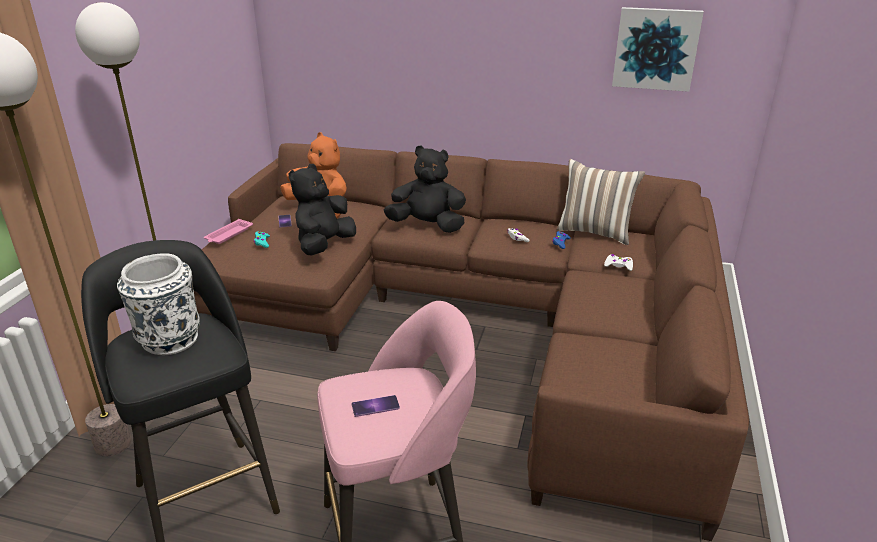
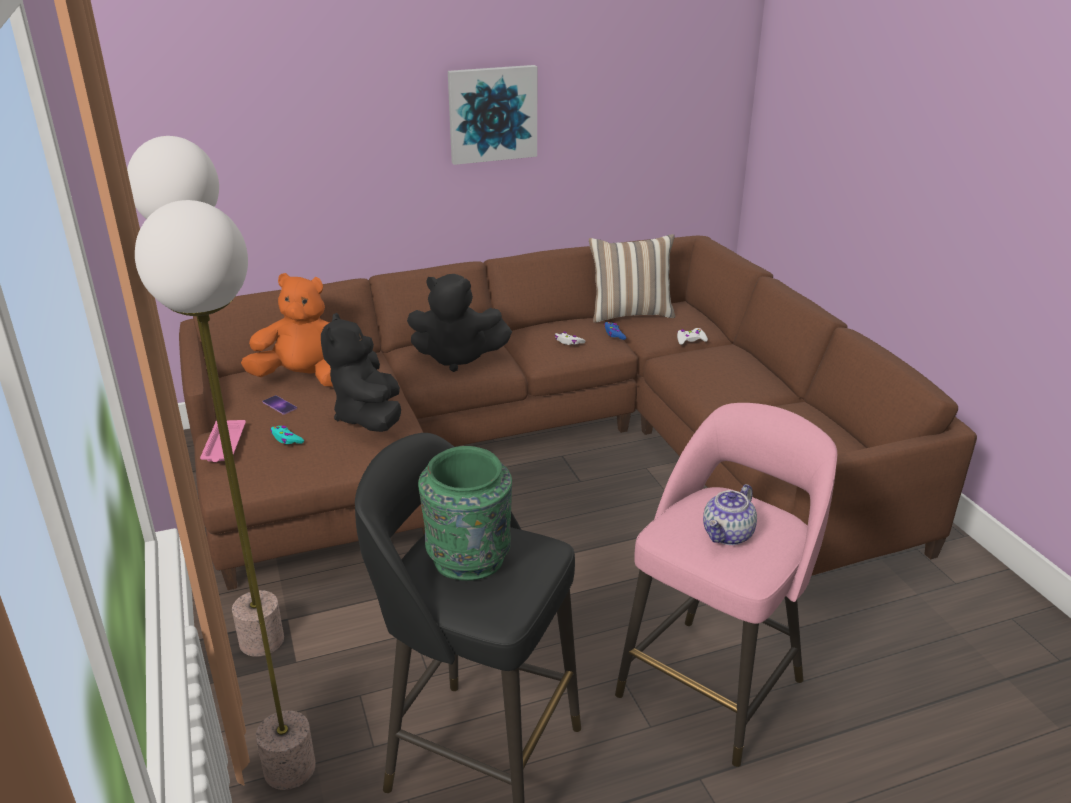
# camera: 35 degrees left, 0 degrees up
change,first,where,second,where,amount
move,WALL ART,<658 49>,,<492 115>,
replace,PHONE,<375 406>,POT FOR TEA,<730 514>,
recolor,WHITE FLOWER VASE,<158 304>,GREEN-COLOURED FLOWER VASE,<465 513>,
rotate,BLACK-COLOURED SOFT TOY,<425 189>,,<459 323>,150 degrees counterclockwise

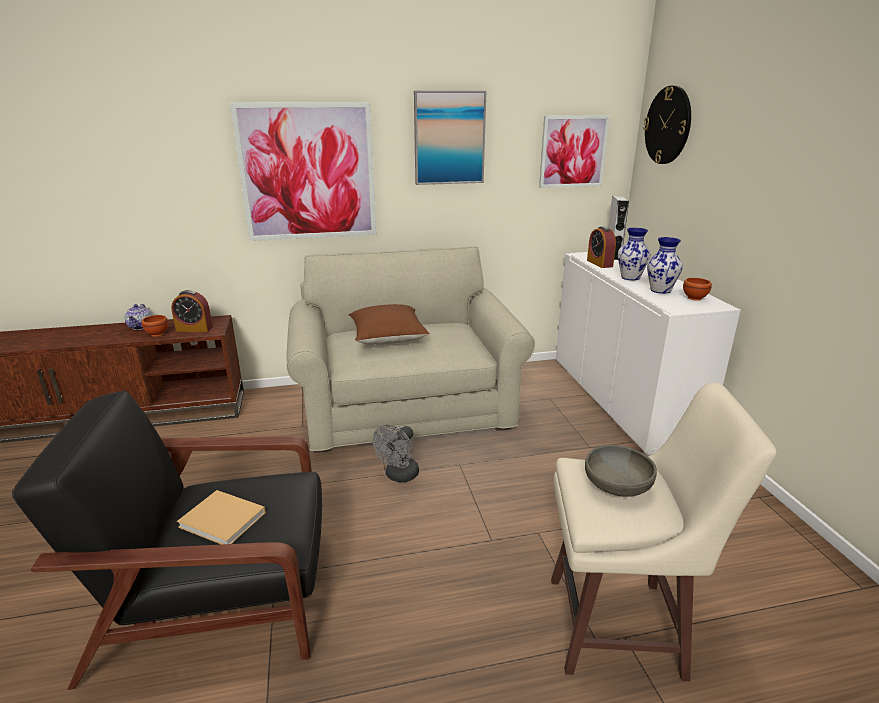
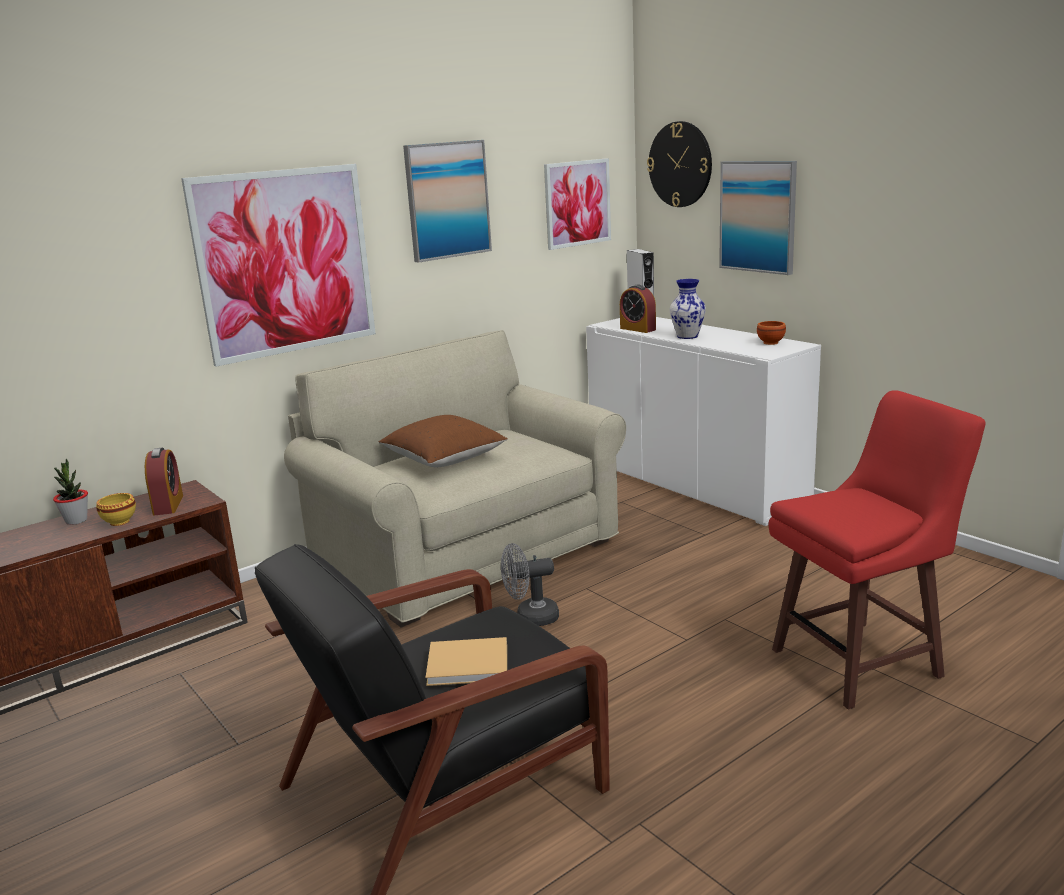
# camera: 25 degrees left, 5 degrees down
change,first,where,second,where,amount
delete,GREYISH DEEP DISH,<621 471>,,,
delete,FLOWER VASE,<665 265>,,,
insert,,,WALL ART,<758 218>,
replace,POT FOR TEA,<138 317>,HOUSEPLANT,<70 492>,
recolor,BROWN DEEP DISH,<155 326>,YELLOW-COLOURED DEEP DISH,<116 509>,
recolor,BEIGE-COLOURED SITTING STOOL,<664 531>,RED SITTING STOOL,<877 550>,
rotate,ALARM CLOCK,<192 311>,,<164 481>,75 degrees counterclockwise
rotate,GREYISH COOLING FAN,<396 454>,,<530 584>,75 degrees clockwise

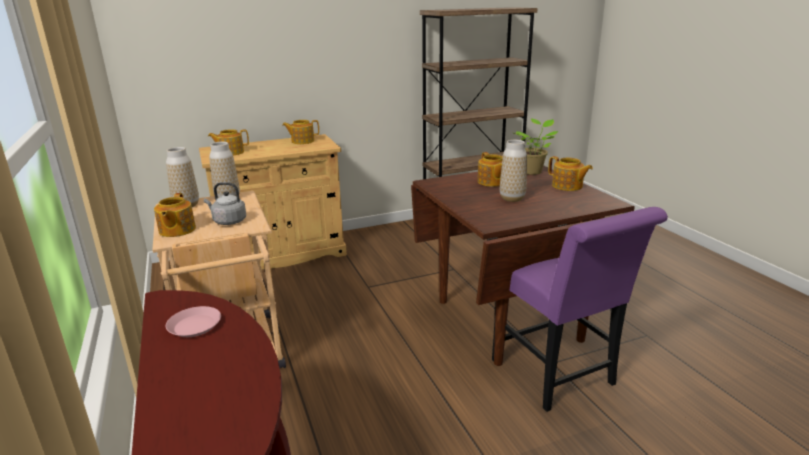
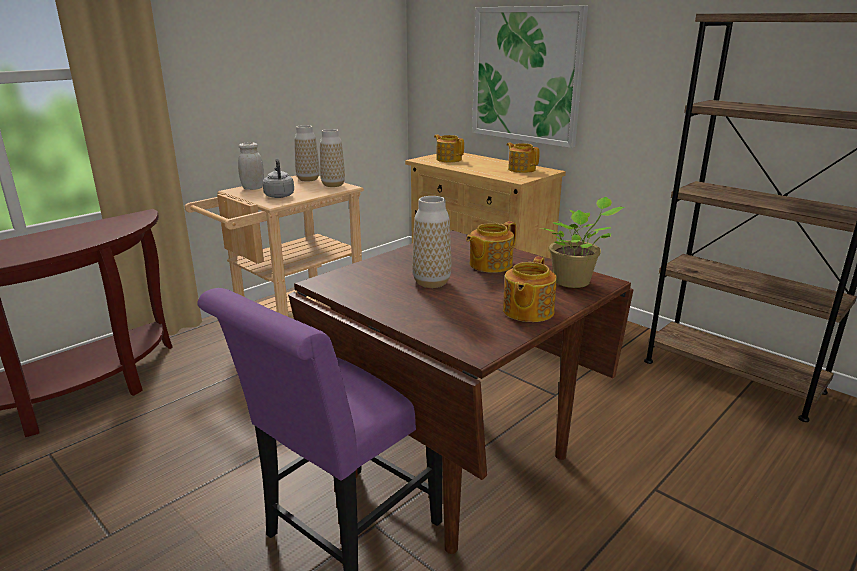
# camera: 65 degrees right, 0 degrees up
change,first,where,second,where,amount
delete,PINK-COLOURED DINNER PLATE,<193 321>,,,
insert,,,WALL ART,<530 77>,
replace,POT FOR TEA,<175 215>,WHITE JAR,<251 166>,

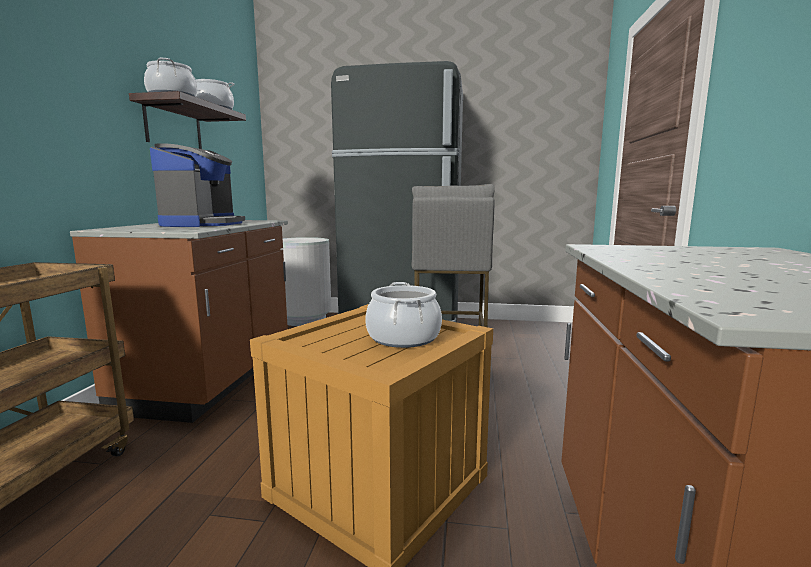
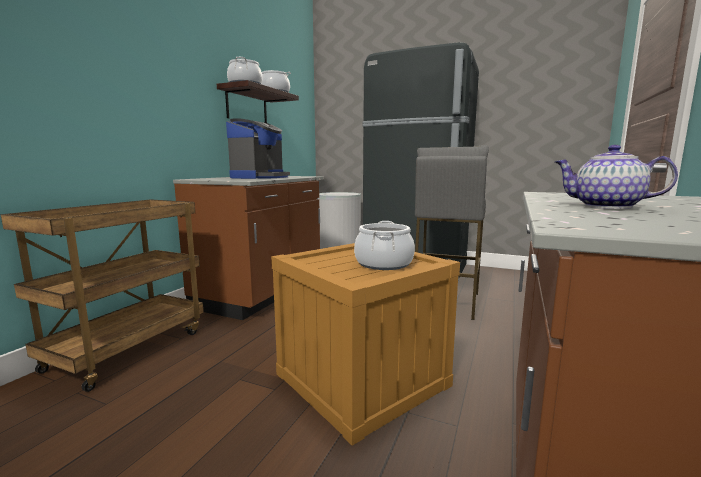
# camera: 15 degrees right, 0 degrees up
change,first,where,second,where,amount
insert,,,POT FOR TEA,<616 177>,

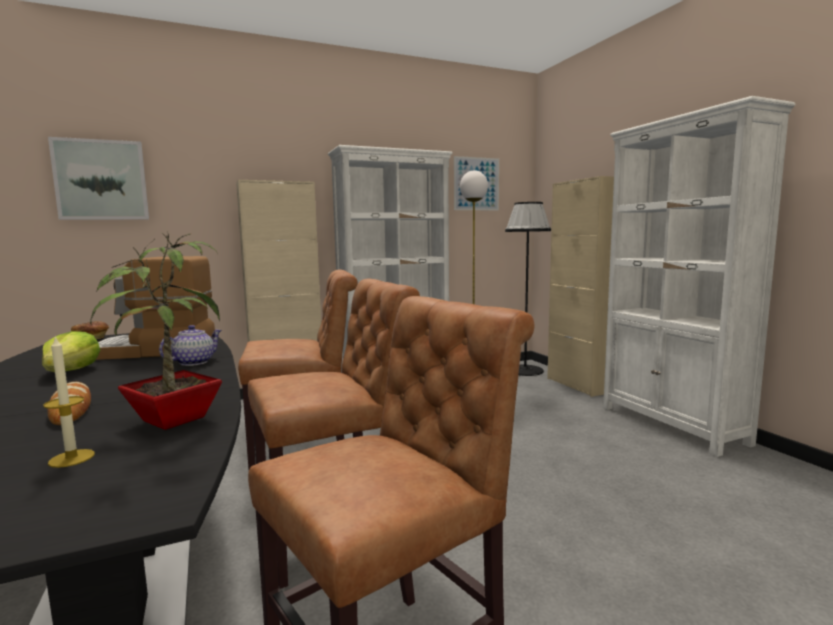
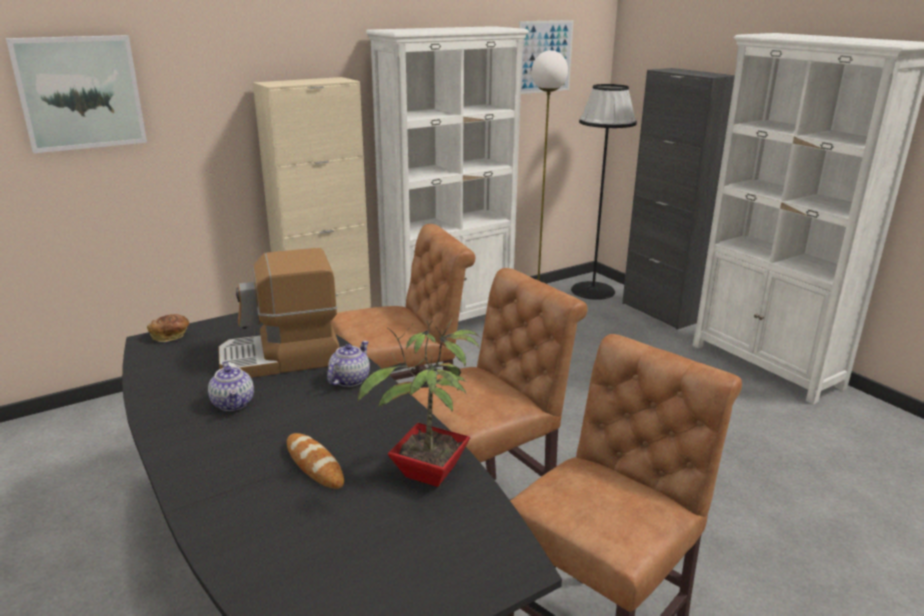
# camera: 10 degrees left, 15 degrees up
change,first,where,second,where,amount
delete,WAX CANDLE,<69 402>,,,
replace,LETTUCE,<71 351>,POT FOR TEA,<231 386>,
recolor,BEIGE-COLOURED CABINET,<580 286>,BLACK-COLOURED CABINET,<678 199>,

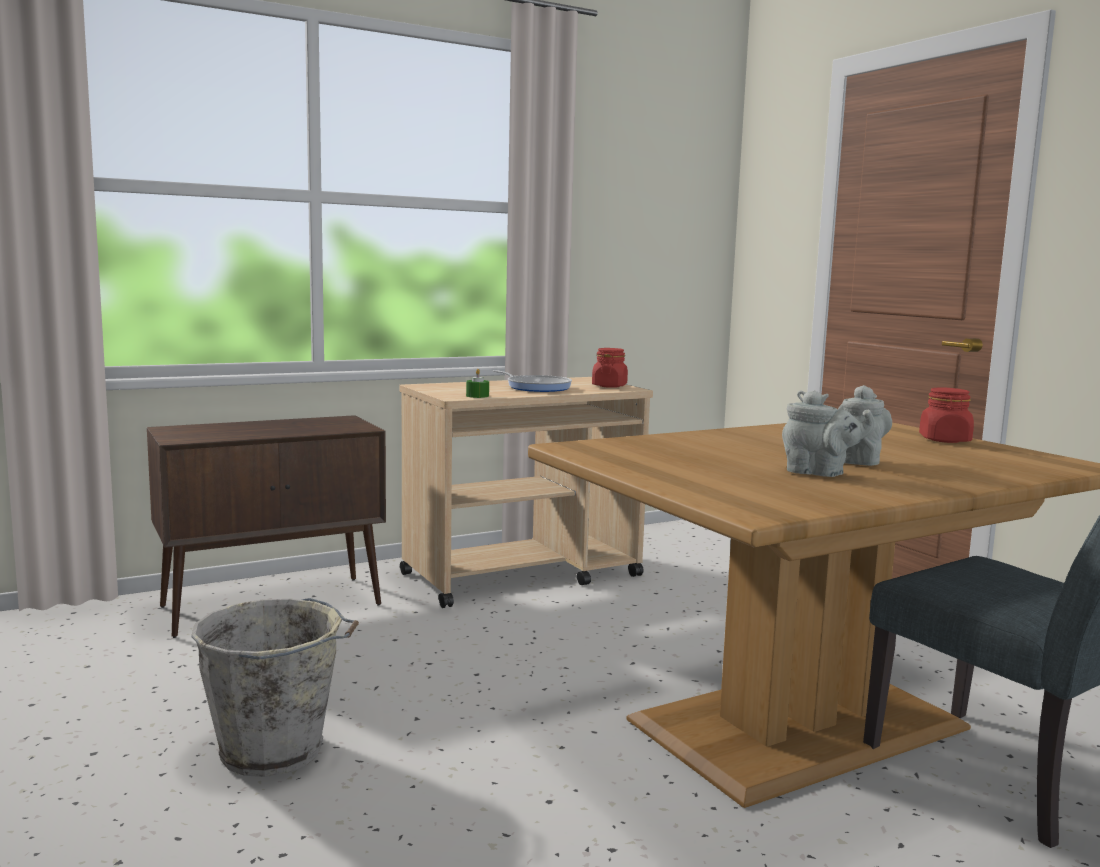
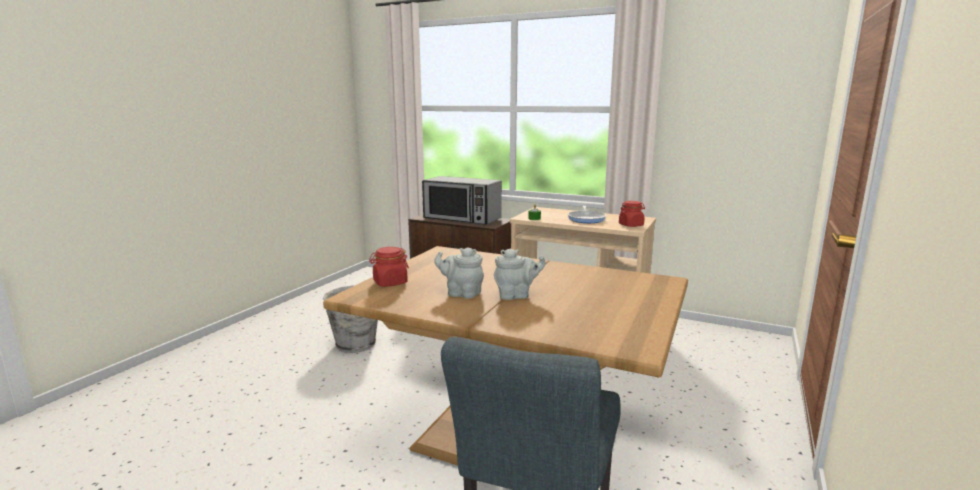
# camera: 55 degrees right, 5 degrees up
change,first,where,second,where,amount
insert,,,MICROWAVE,<462 200>,
move,RED JAR,<946 415>,,<389 267>,
rotate,GREYISH POT FOR TEA,<829 433>,,<459 273>,120 degrees clockwise

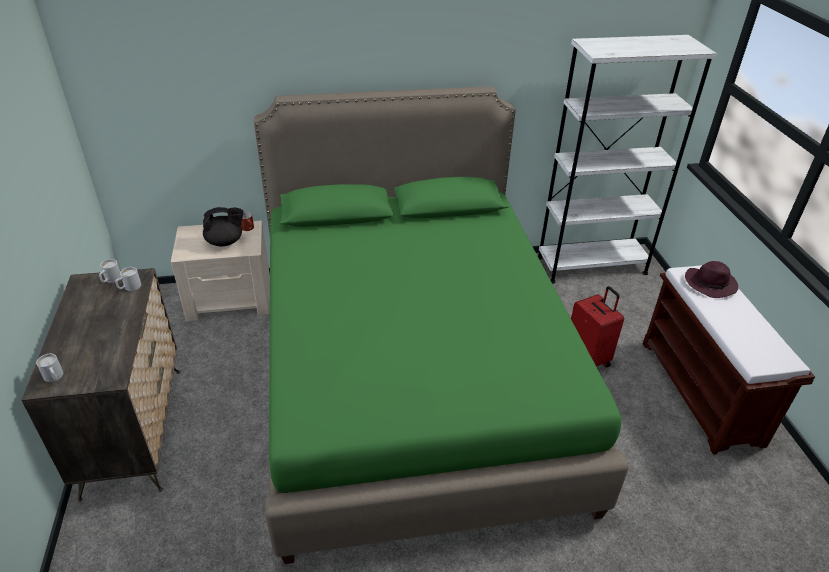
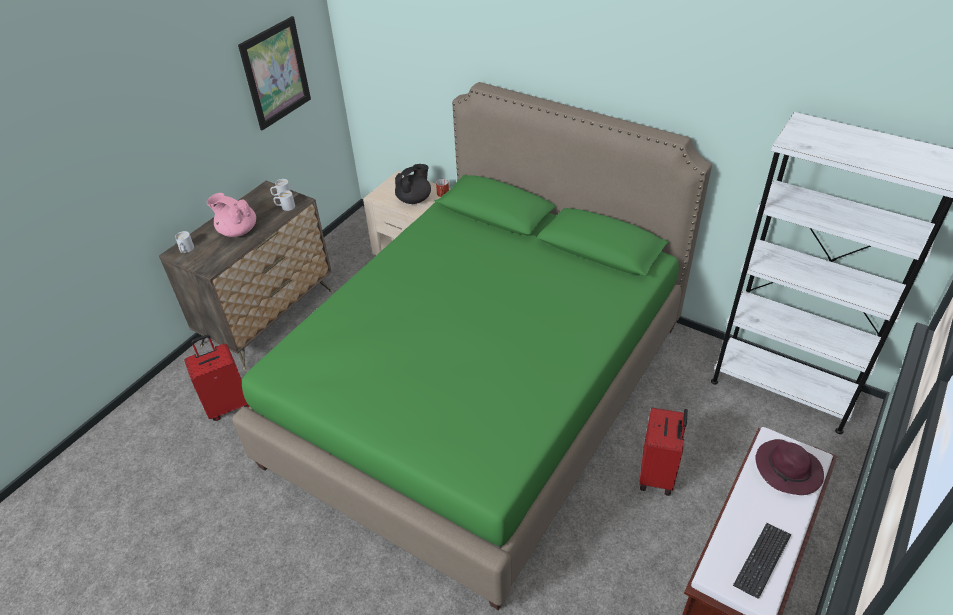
# camera: 45 degrees right, 5 degrees up
change,first,where,second,where,amount
insert,,,RED SUITCASE,<216 378>,
insert,,,PINK-COLOURED POT FOR TEA,<231 215>,
insert,,,WALL ART,<274 73>,
insert,,,KEYBOARD,<762 561>,
rotate,BLACK-COLOURED POT FOR TEA,<223 226>,,<413 184>,75 degrees counterclockwise

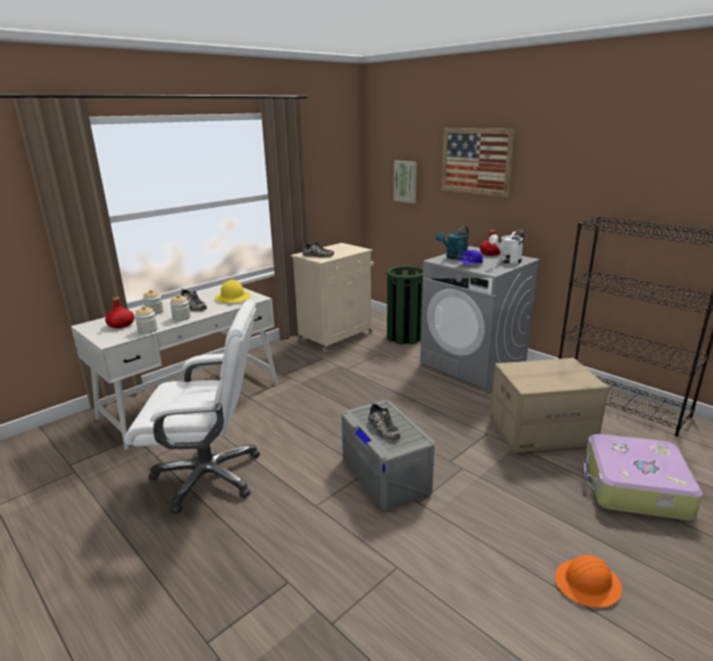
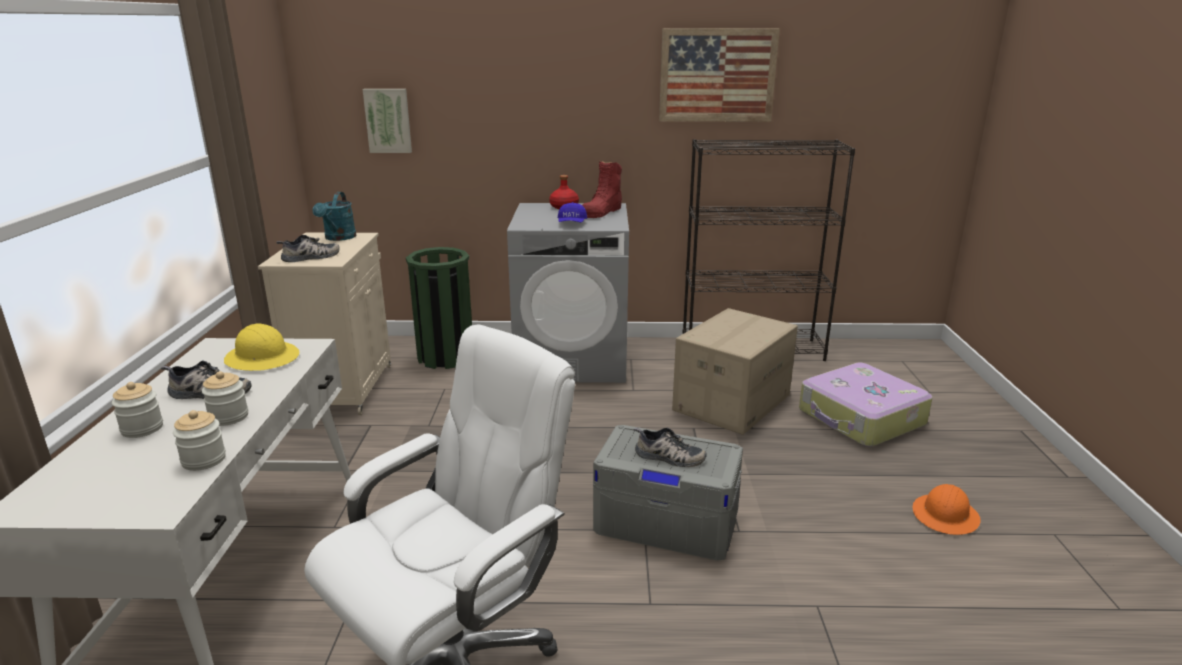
# camera: 45 degrees left, 0 degrees up
change,first,where,second,where,amount
delete,RED BOTTLE,<119 312>,,,
move,TURQUOISE WATERING POT,<452 243>,,<334 216>,
move,WALL ART,<478 162>,,<719 75>,
replace,WHITE WATERING POT,<506 246>,RED HIGH-TOP BOOT,<602 189>,

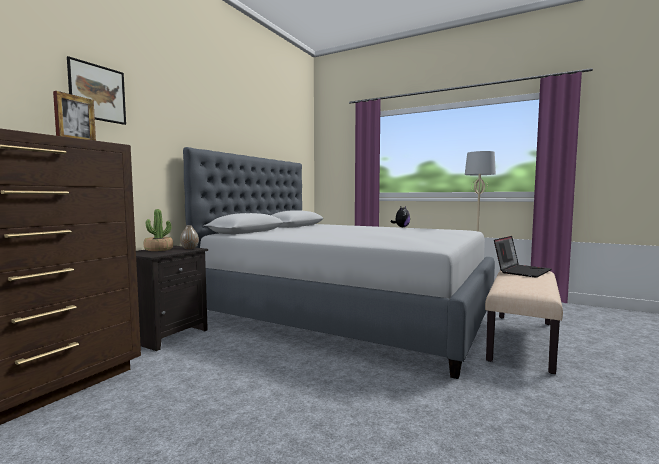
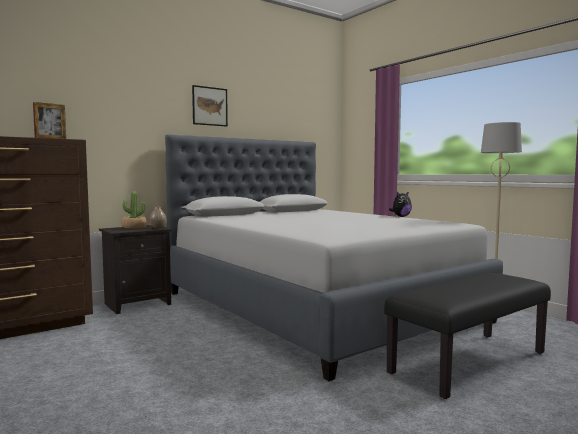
# camera: 25 degrees right, 0 degrees up
change,first,where,second,where,amount
delete,LAPTOP,<522 257>,,,
move,WALL ART,<96 90>,,<210 105>,
recolor,BEIGE-COLOURED INDOOR BENCH,<524 322>,BLACK-COLOURED INDOOR BENCH,<467 336>,

